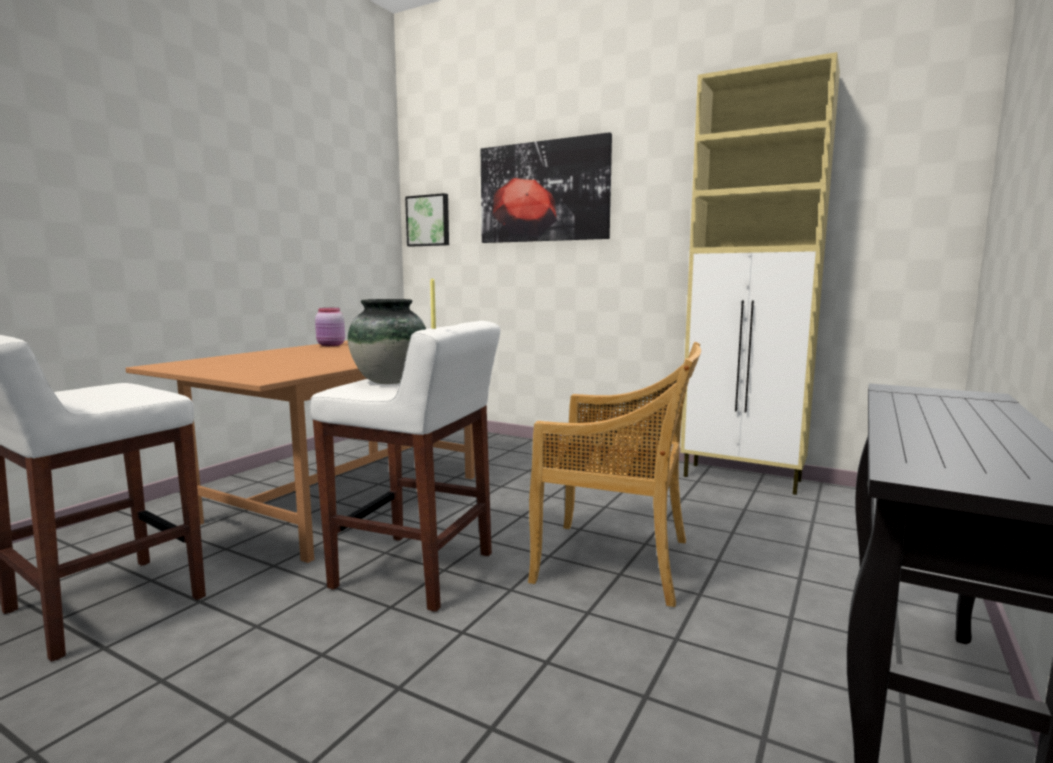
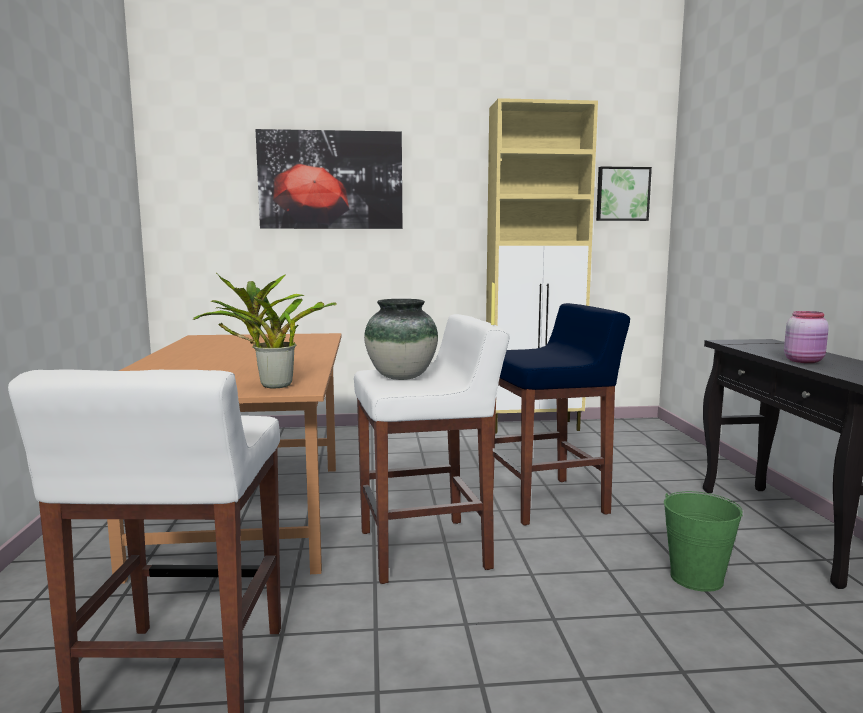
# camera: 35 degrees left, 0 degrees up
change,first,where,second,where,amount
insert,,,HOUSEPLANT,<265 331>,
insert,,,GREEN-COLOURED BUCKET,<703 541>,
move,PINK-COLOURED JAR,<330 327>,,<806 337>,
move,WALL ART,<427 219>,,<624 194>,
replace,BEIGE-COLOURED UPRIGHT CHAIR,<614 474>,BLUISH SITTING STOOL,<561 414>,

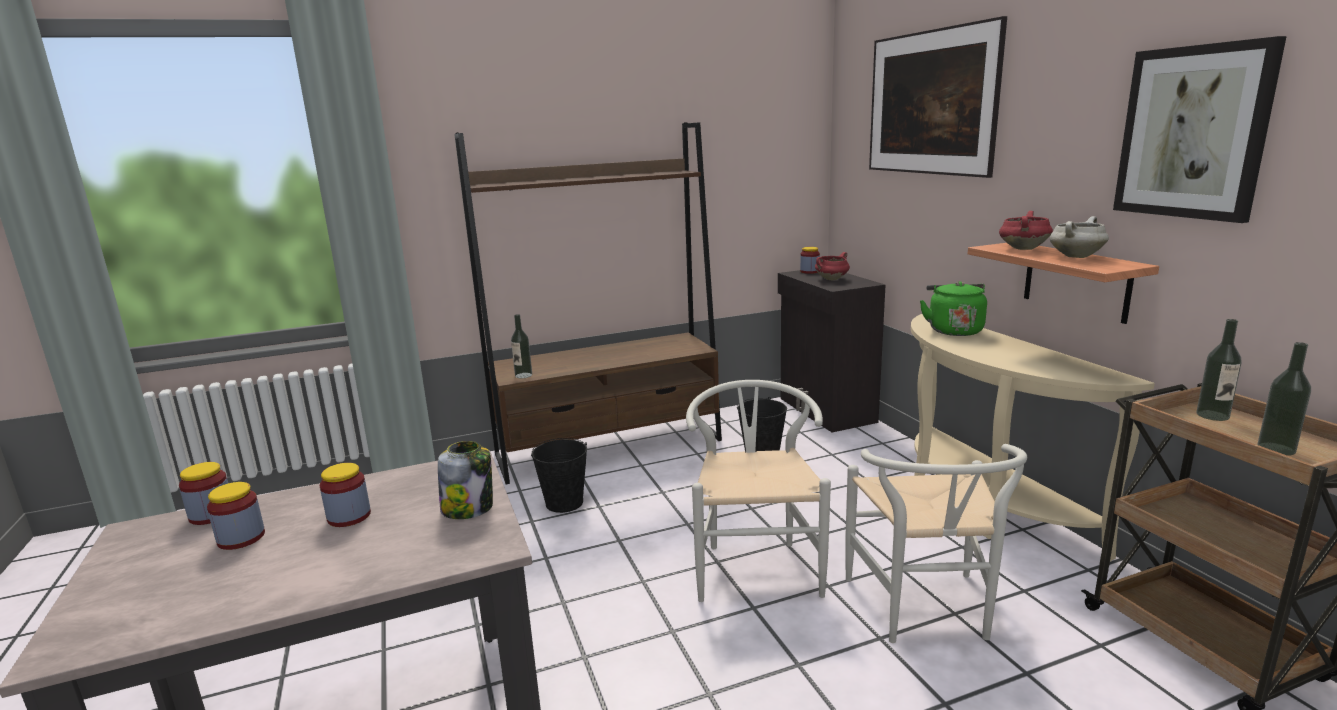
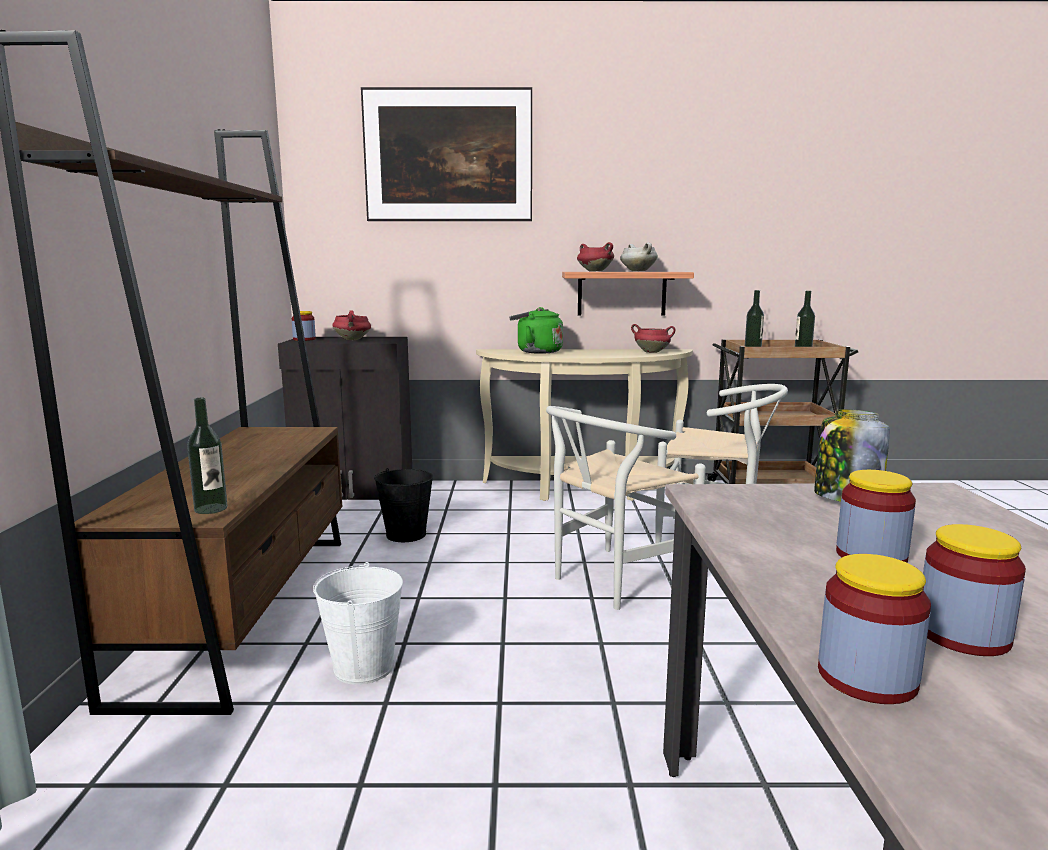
# camera: 70 degrees left, 5 degrees down
change,first,where,second,where,amount
delete,WALL ART,<1200 129>,,,
insert,,,RED SAUCEPOT,<653 338>,
recolor,BLACK-COLOURED BUCKET,<559 475>,WHITE BUCKET,<358 623>,
rotate,WHITE UPRIGHT CHAIR,<758 491>,,<626 508>,60 degrees counterclockwise

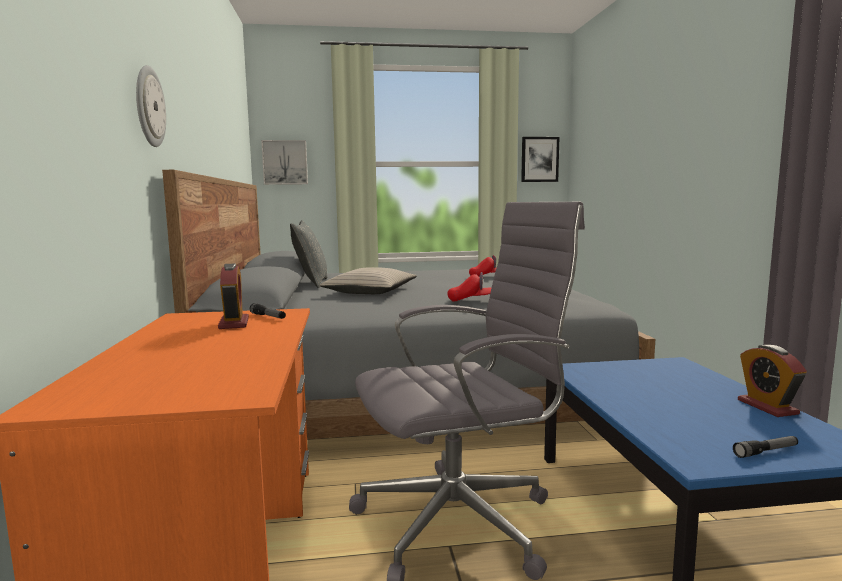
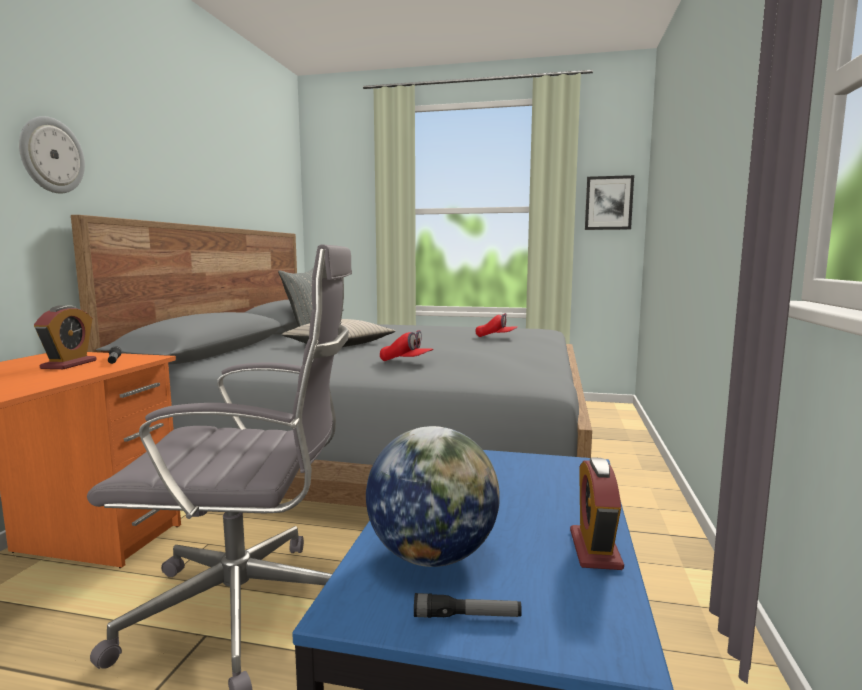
# camera: 20 degrees right, 0 degrees up
change,first,where,second,where,amount
delete,WALL ART,<284 162>,,,
insert,,,WORLD GLOBE,<433 496>,

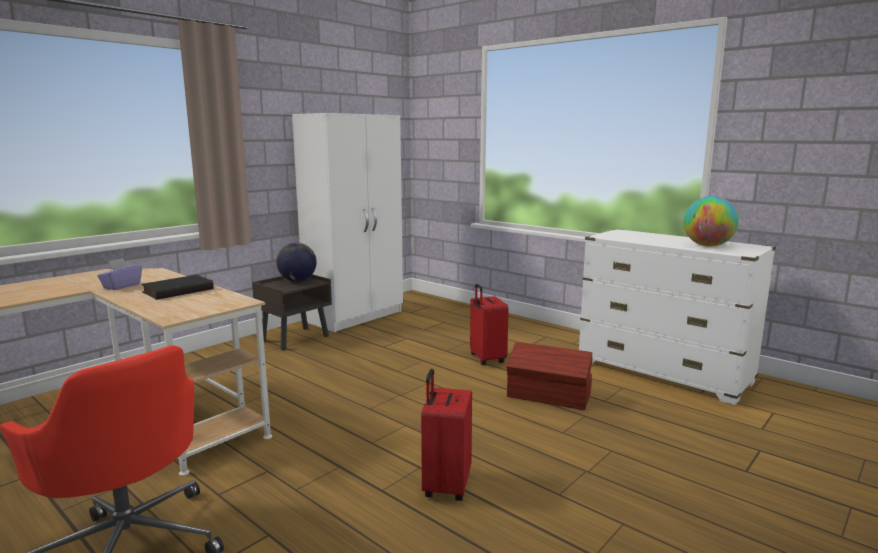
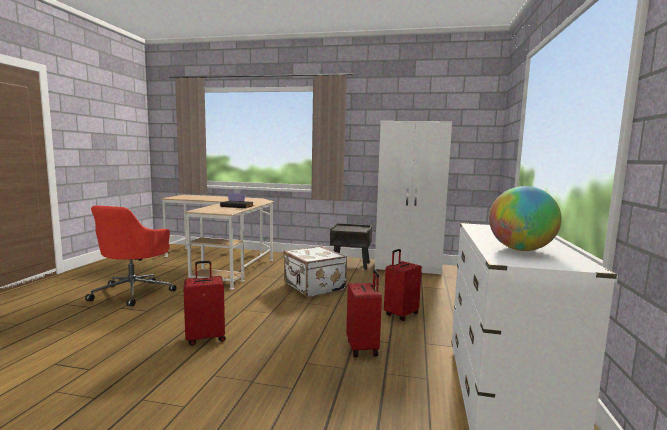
# camera: 60 degrees right, 5 degrees down
change,first,where,second,where,amount
delete,WORLD GLOBE,<296 262>,,,
insert,,,WHITE SUITCASE,<315 272>,
replace,BROWN STORAGE BOX,<550 376>,RED SUITCASE,<364 313>,

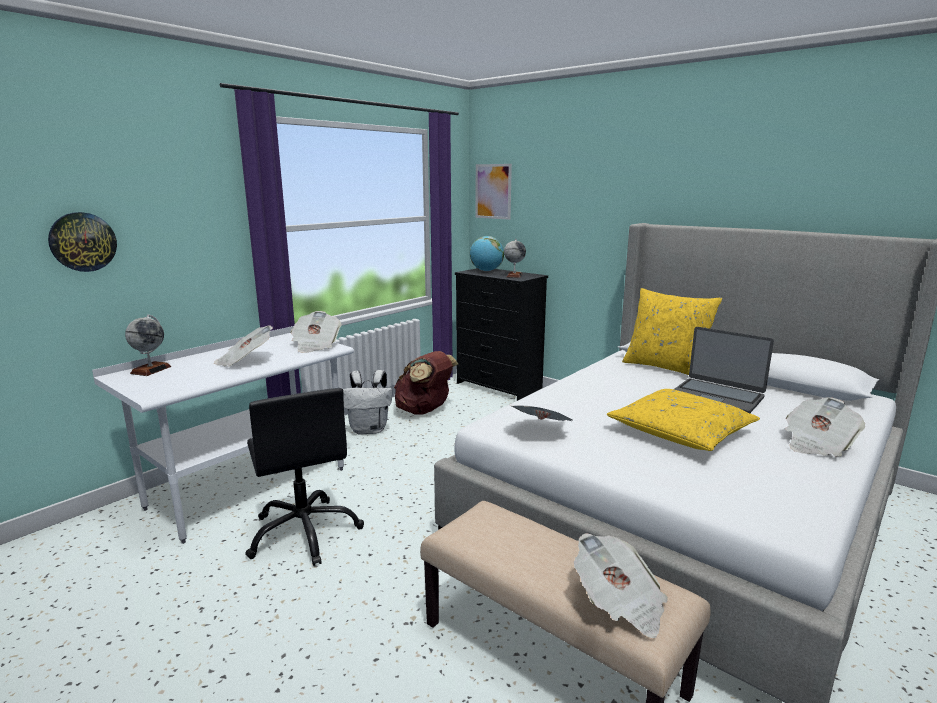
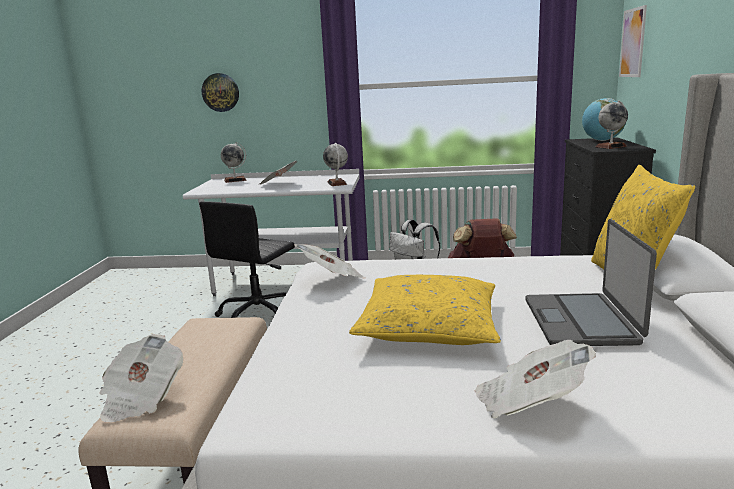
# camera: 55 degrees right, 0 degrees up
change,first,where,second,where,amount
replace,NEWSPAPER,<316 332>,WORLD GLOBE,<335 164>,

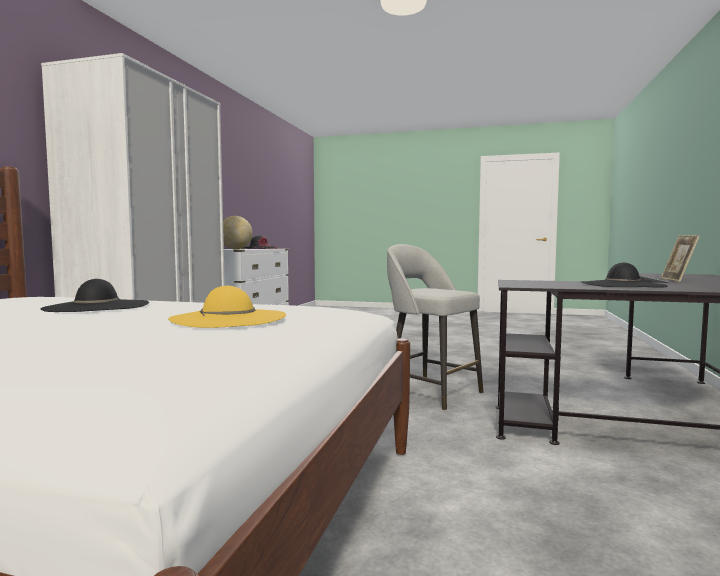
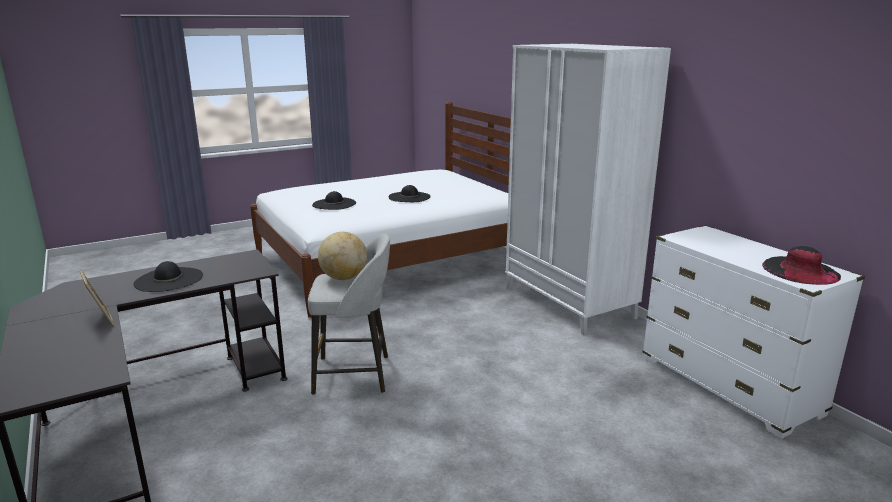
# camera: 135 degrees right, 15 degrees up
change,first,where,second,where,amount
move,WORLD GLOBE,<238 232>,,<342 256>,
recolor,YELLOW-COLOURED CLOTHING HAT,<227 307>,BLACK-COLOURED CLOTHING HAT,<334 200>,

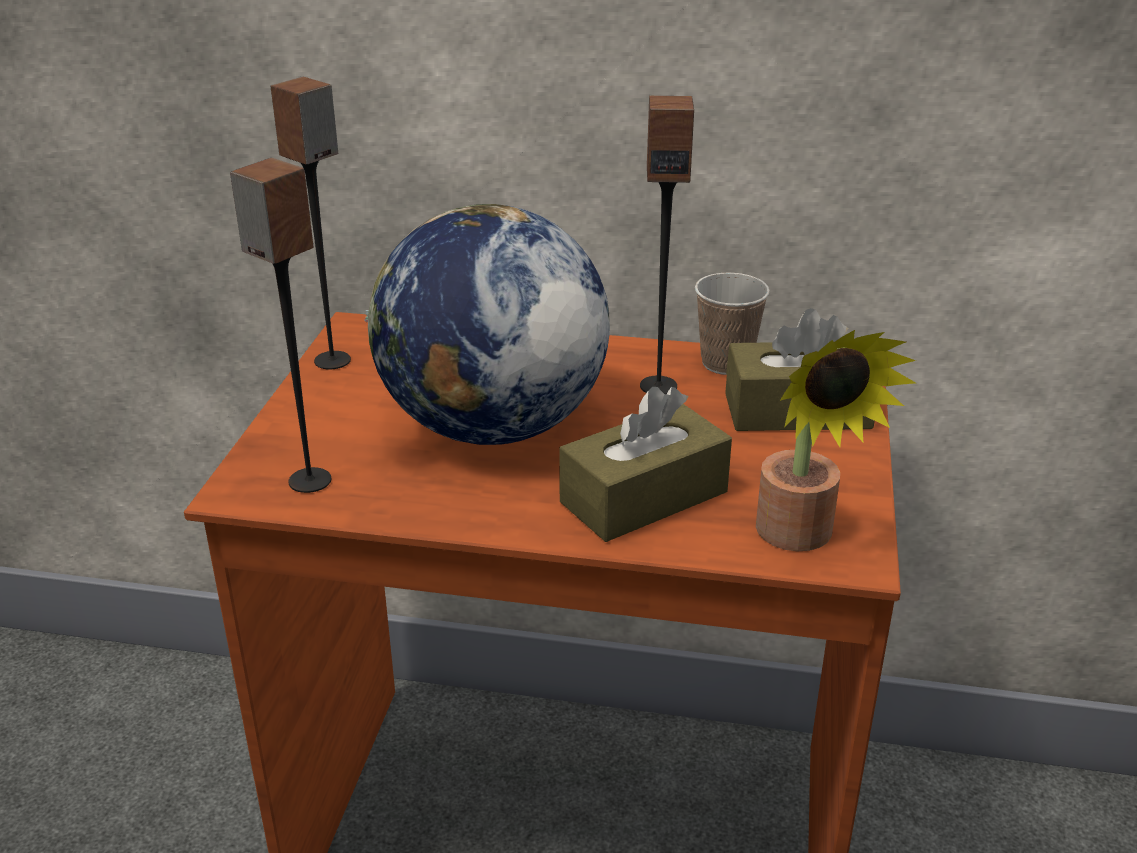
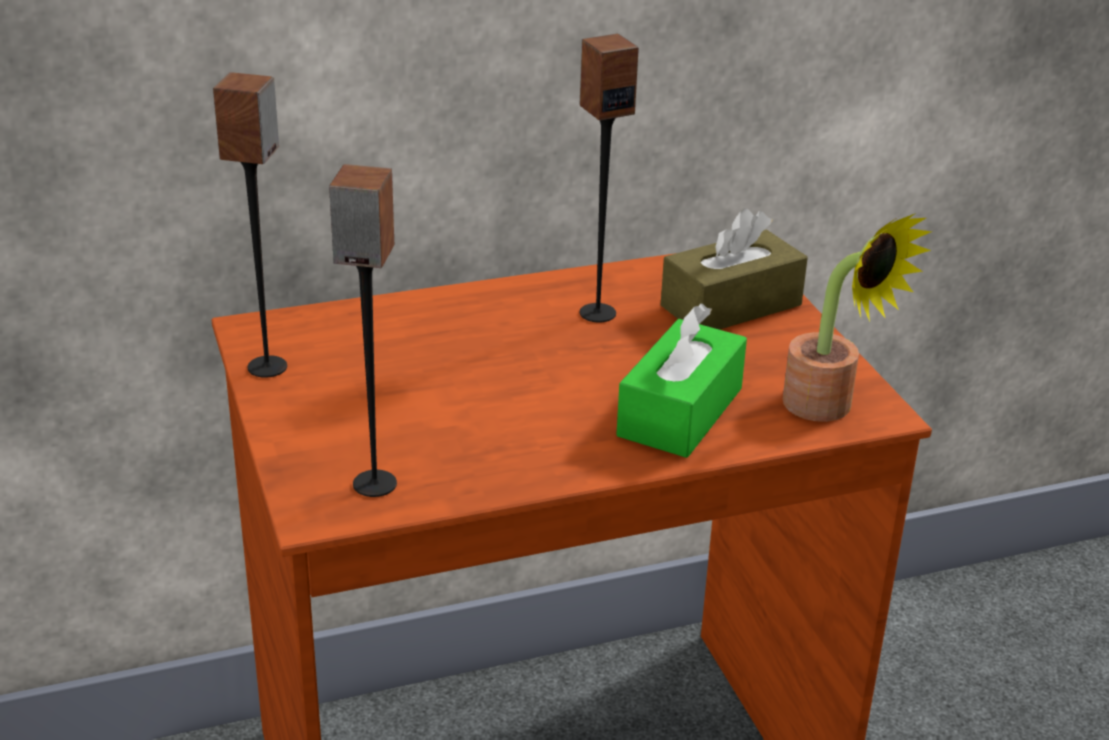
# camera: 30 degrees left, 0 degrees up
change,first,where,second,where,amount
delete,WORLD GLOBE,<487 324>,,,
delete,SMALL CUP,<732 324>,,,
recolor,BROWN BOX OF TISSUES,<645 464>,GREEN-COLOURED BOX OF TISSUES,<681 381>,

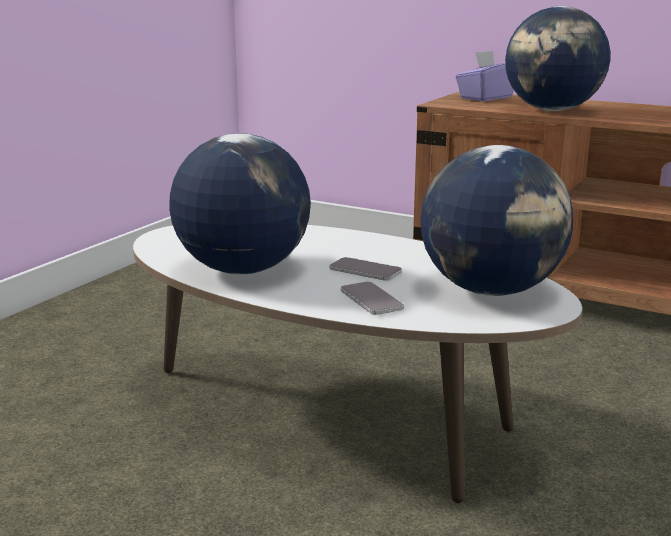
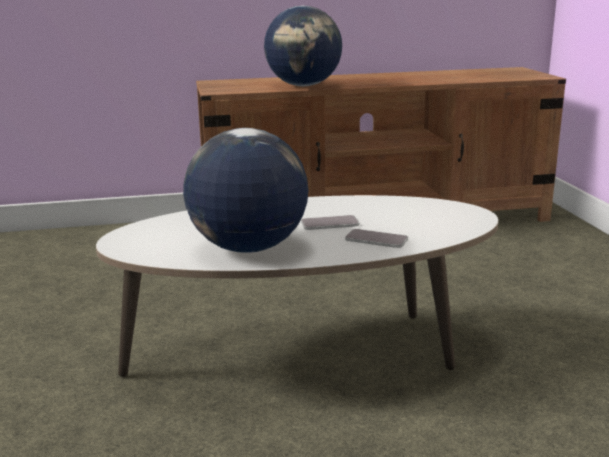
# camera: 40 degrees left, 0 degrees up
change,first,where,second,where,amount
delete,WORLD GLOBE,<496 220>,,,
delete,PURPLE BOX OF TISSUES,<484 75>,,,

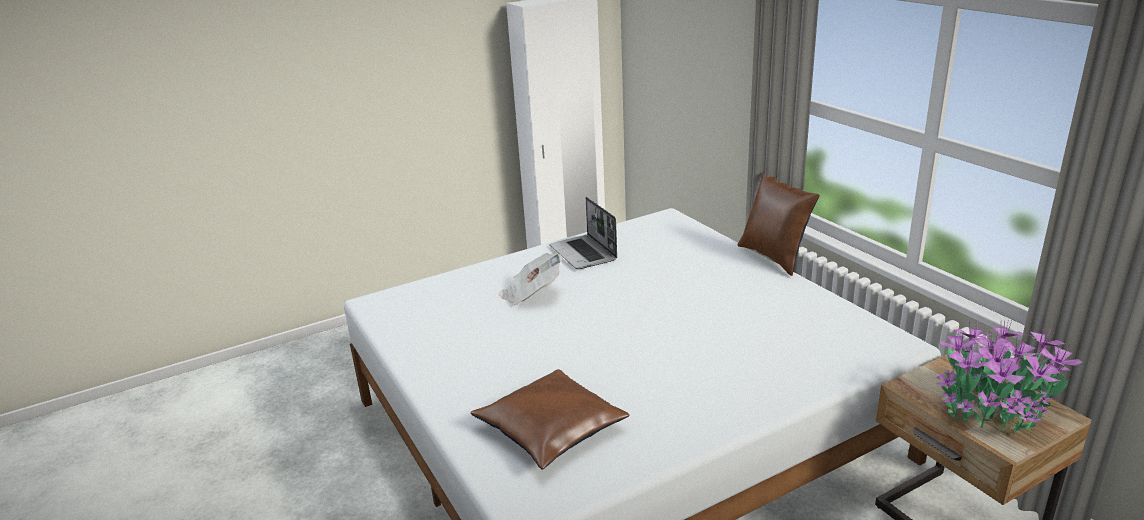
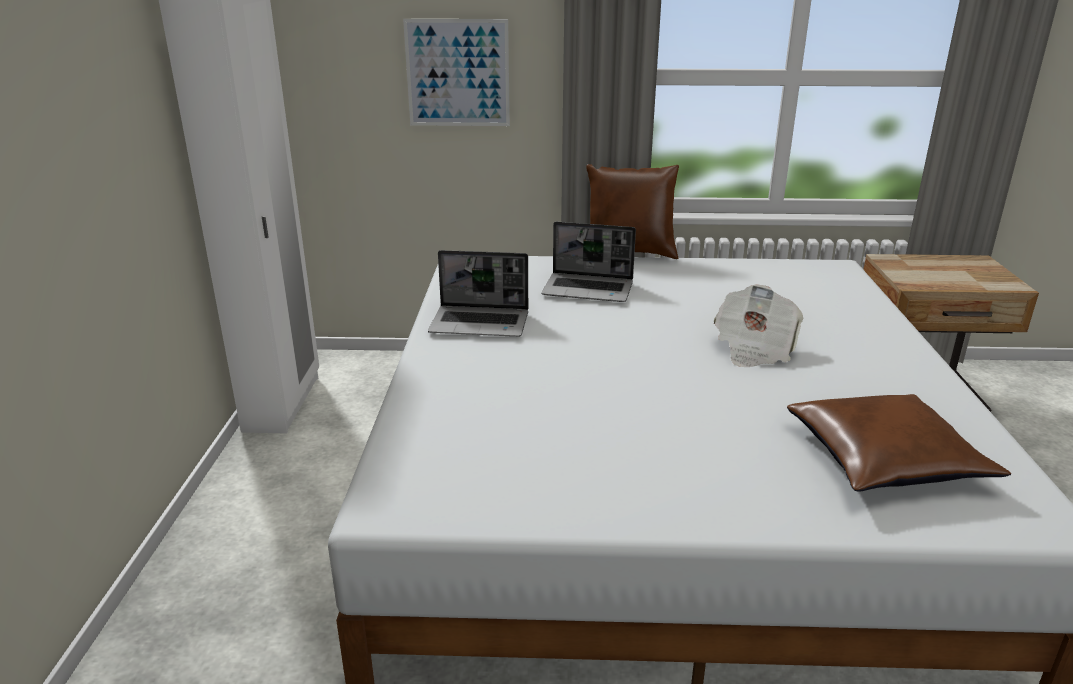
# camera: 60 degrees left, 0 degrees up
change,first,where,second,where,amount
delete,HOUSEPLANT,<1009 377>,,,
insert,,,WALL ART,<456 72>,
insert,,,LAPTOP,<588 261>,
move,NEWSPAPER,<530 279>,,<758 326>,

